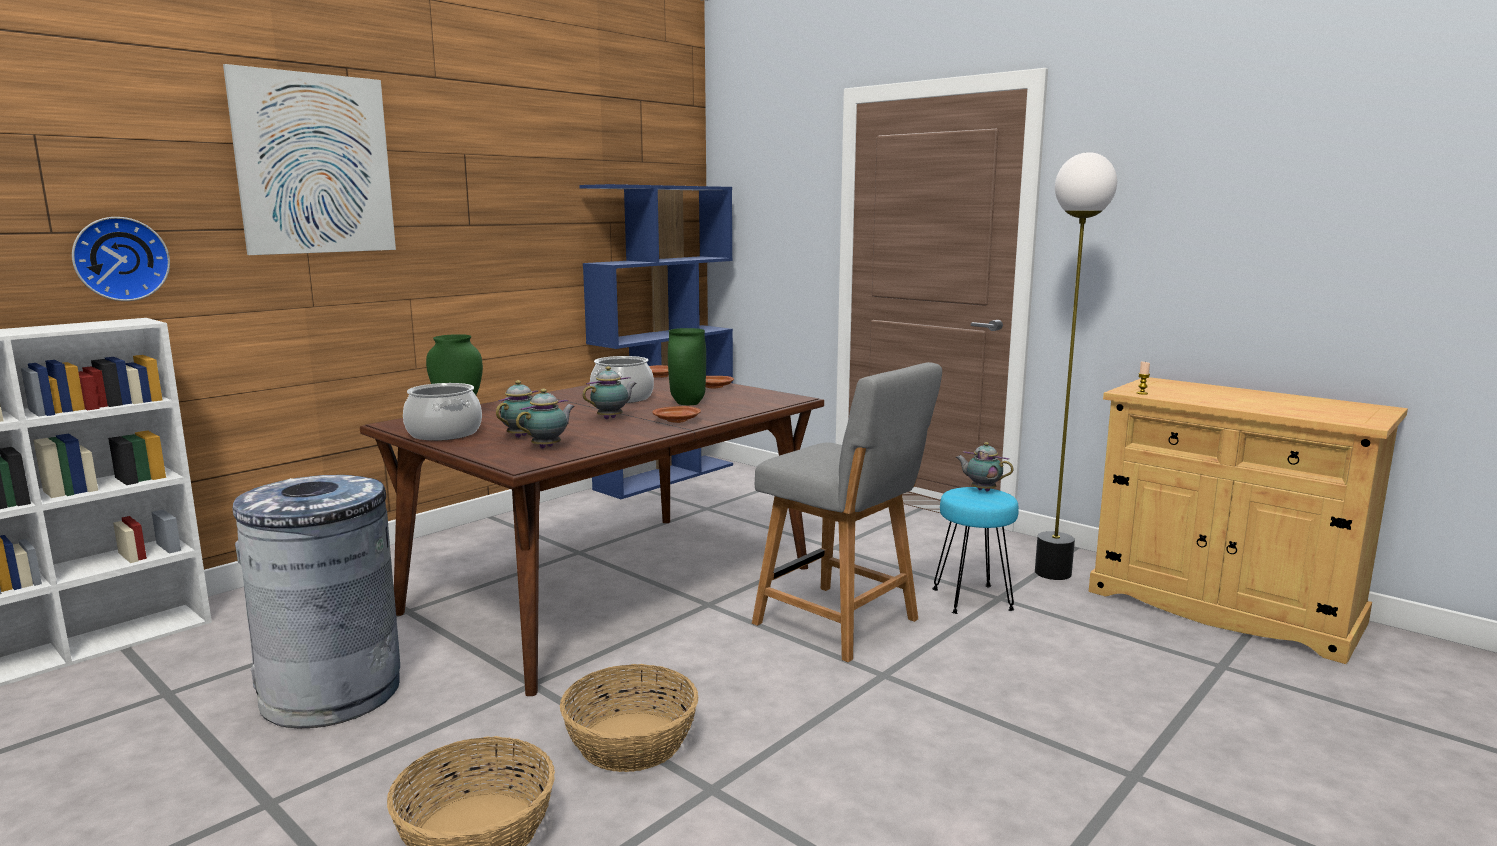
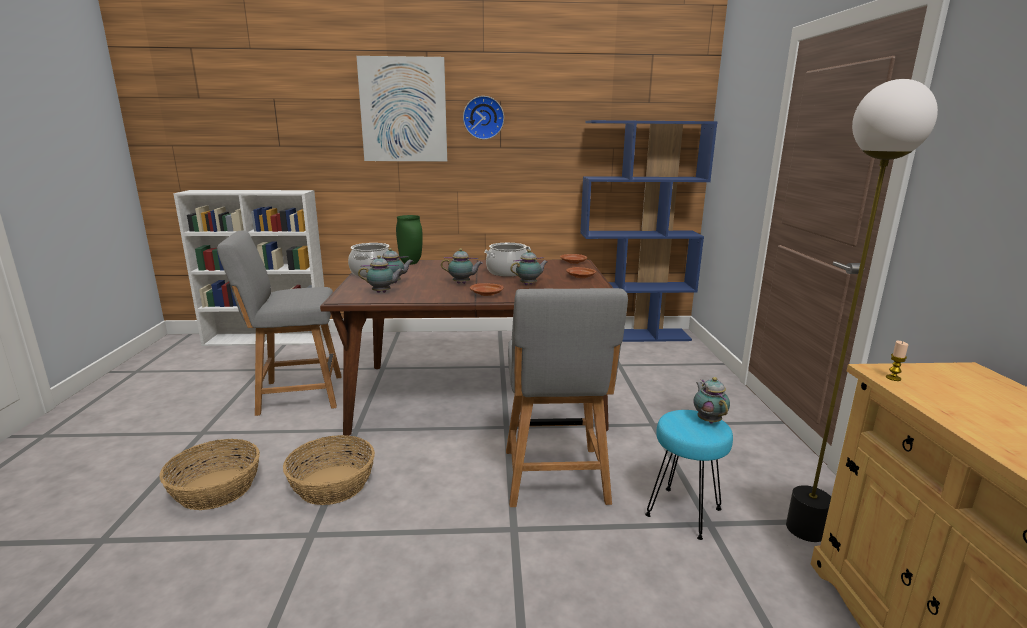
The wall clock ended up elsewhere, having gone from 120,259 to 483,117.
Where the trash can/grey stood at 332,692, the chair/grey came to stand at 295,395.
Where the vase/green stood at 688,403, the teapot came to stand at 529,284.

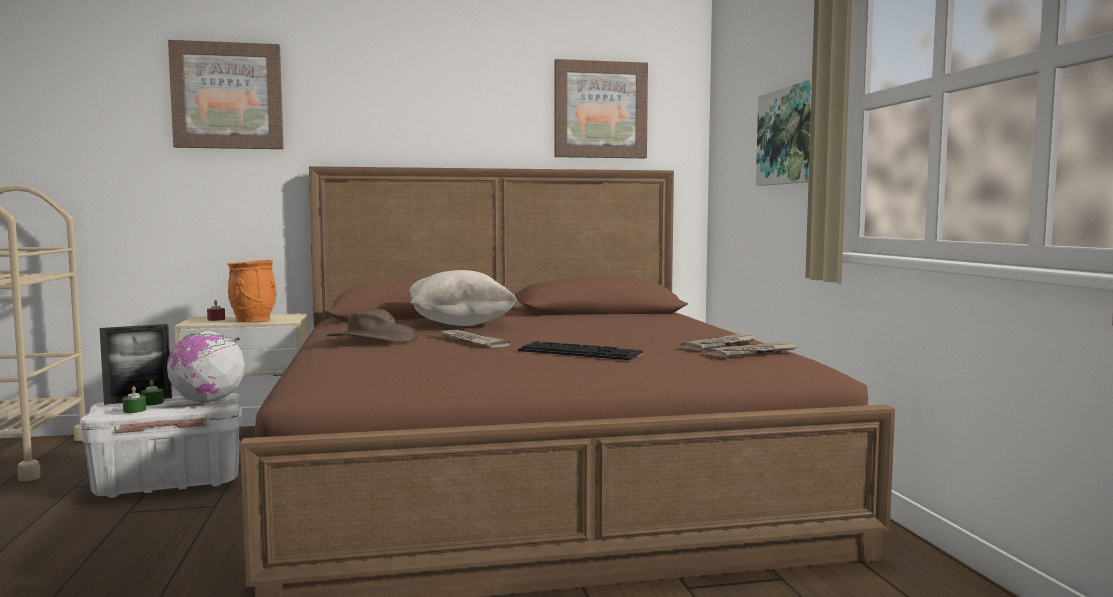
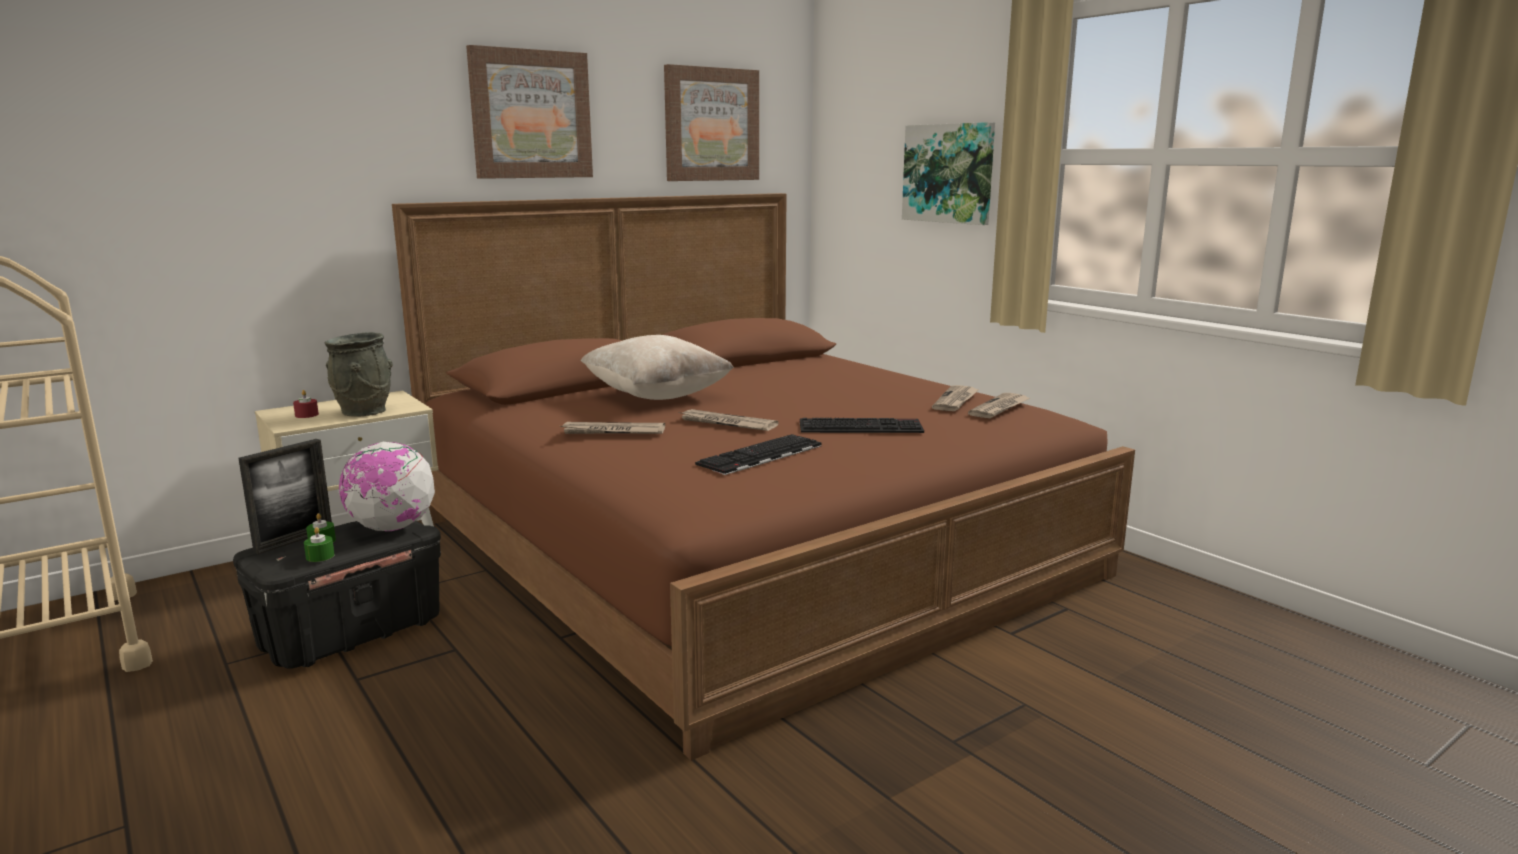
What was the storage box/white at 170,483 turned into the storage box/black at 352,633.
The picture ended up elsewhere, having gone from 228,96 to 531,114.
What was the vase/orange at 254,320 turned into the vase/grey at 364,411.
Where the hat/brown stood at 372,338, the newspaper came to stand at 613,432.
The second view gained the keyboard at 760,456.

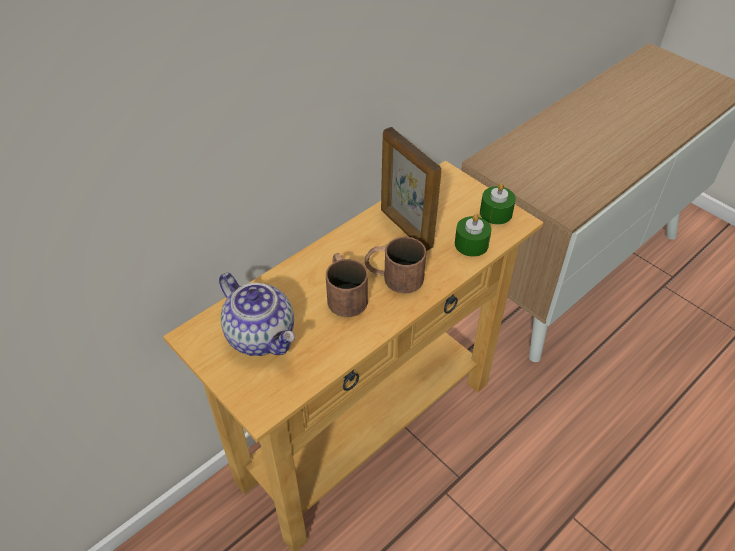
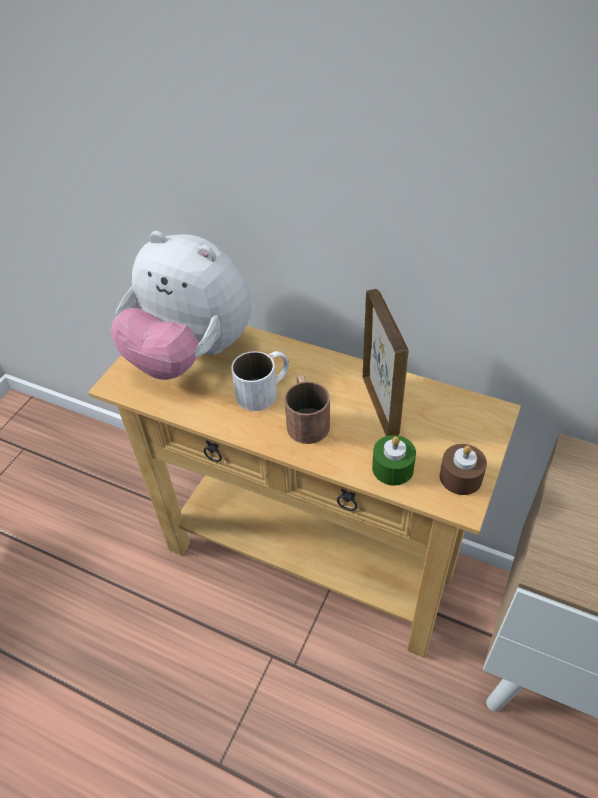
Where the teapot stood at 262,336, the plush toy came to stand at 191,355.
What was the mug/brown at 344,293 turned into the mug/white at 265,390.
The picture frame at 405,228 ended up facing another way, 135 degrees clockwise from before.
What was the candle/green at 496,213 turned into the candle/brown at 460,477.

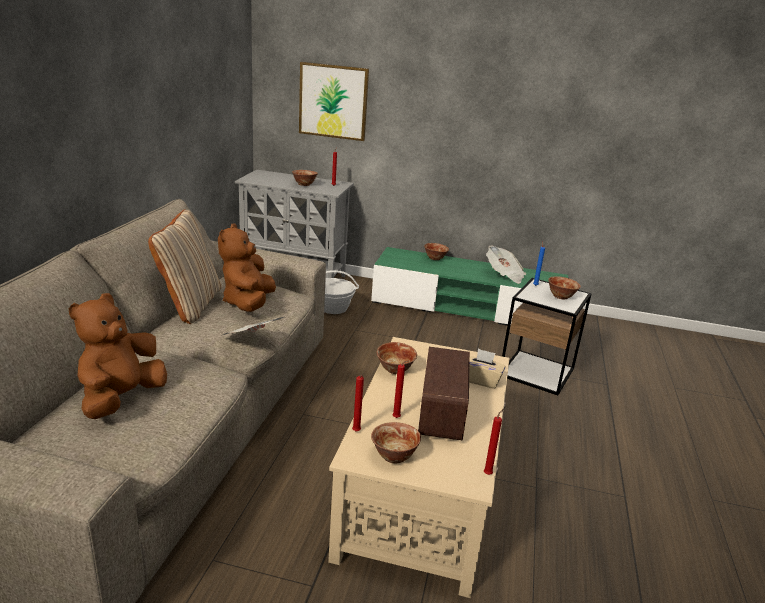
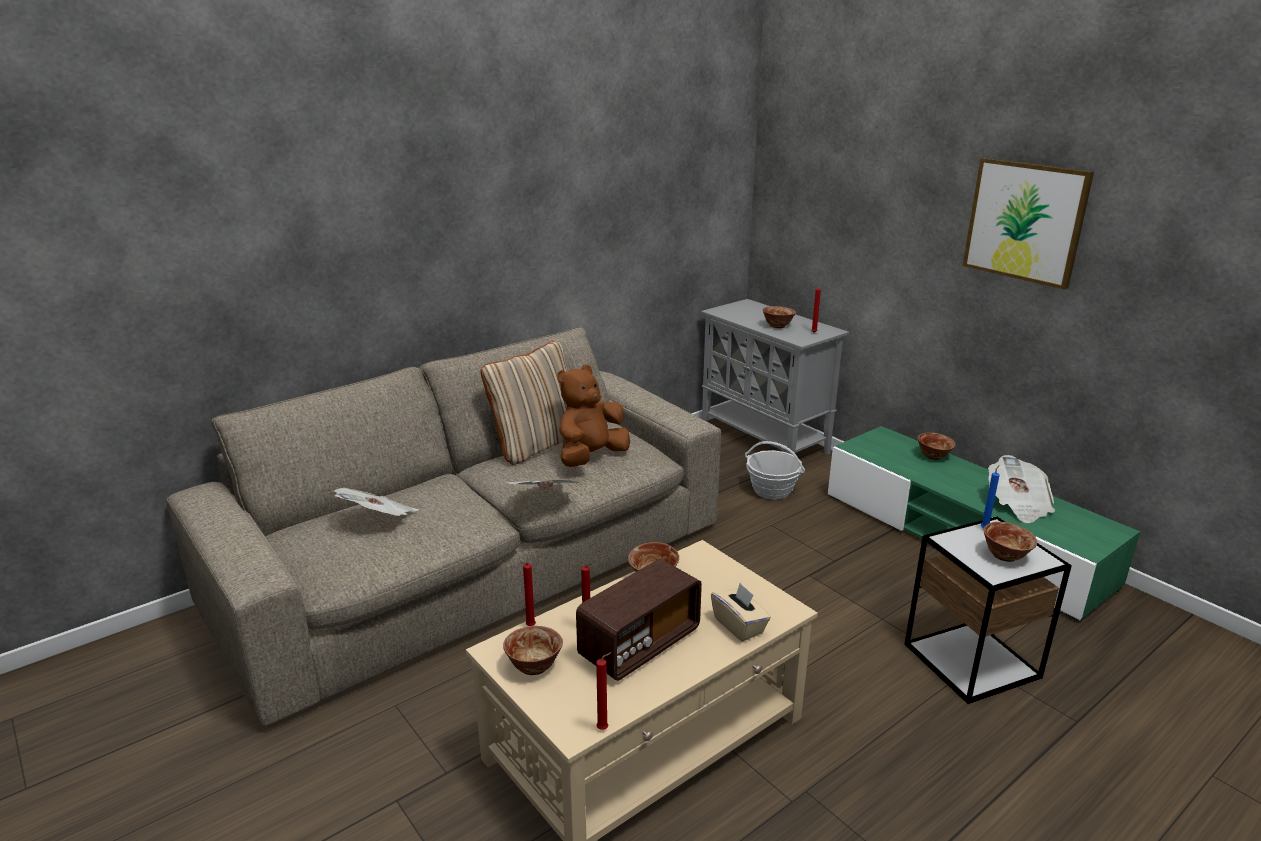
Where the plush toy/brown stood at 121,399, the newspaper came to stand at 379,520.
The picture ended up elsewhere, having gone from 333,101 to 1025,221.

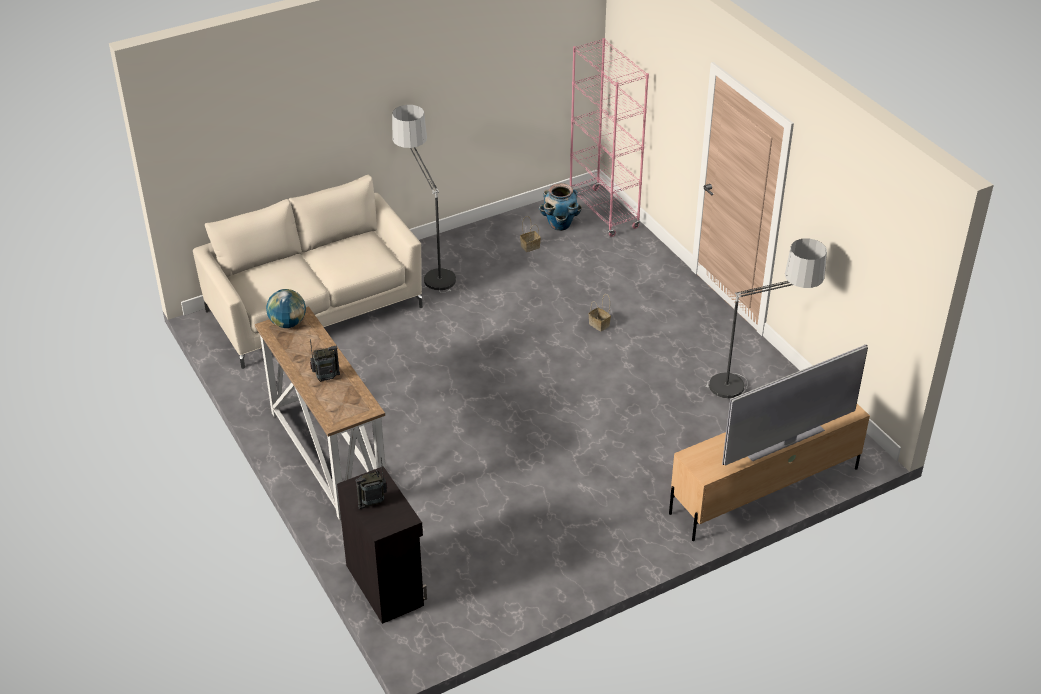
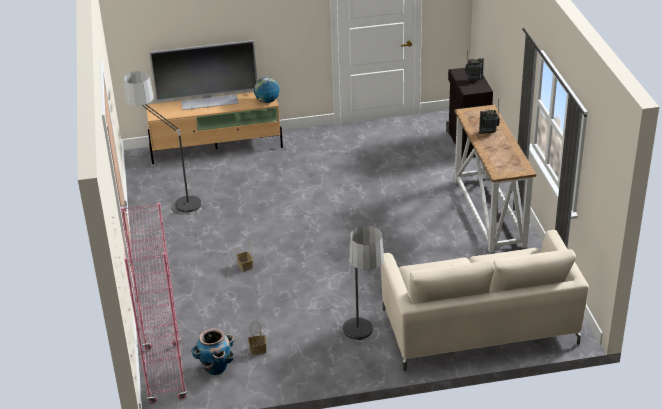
The globe ended up elsewhere, having gone from 288,323 to 267,101.

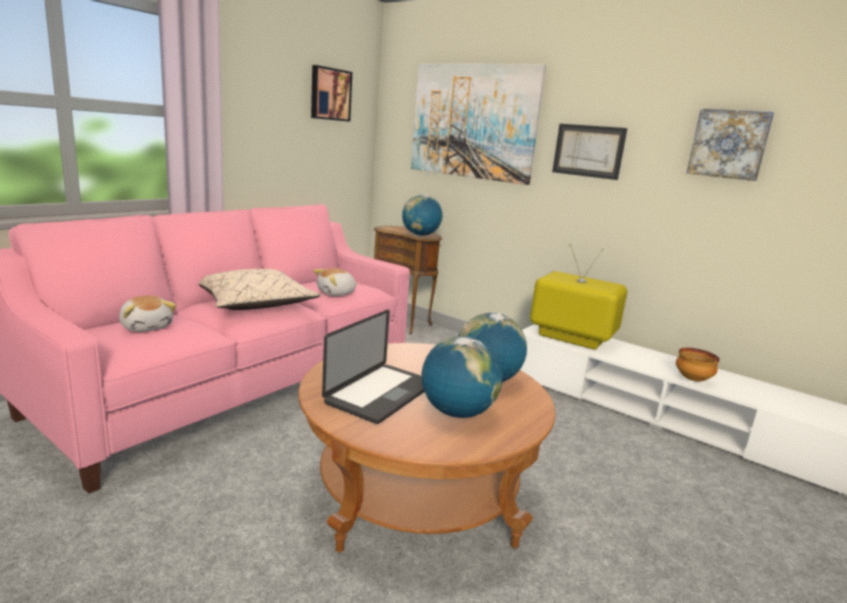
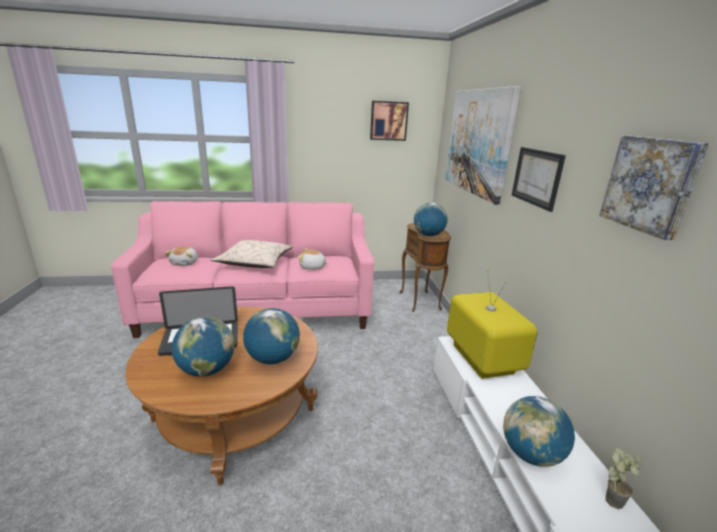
Where the bowl stood at 692,380, the globe came to stand at 531,454.
The second view gained the potted plant at 613,498.

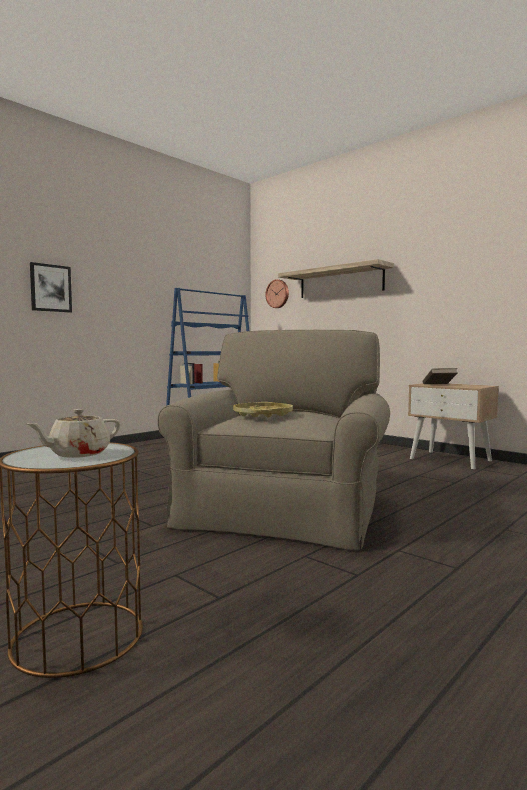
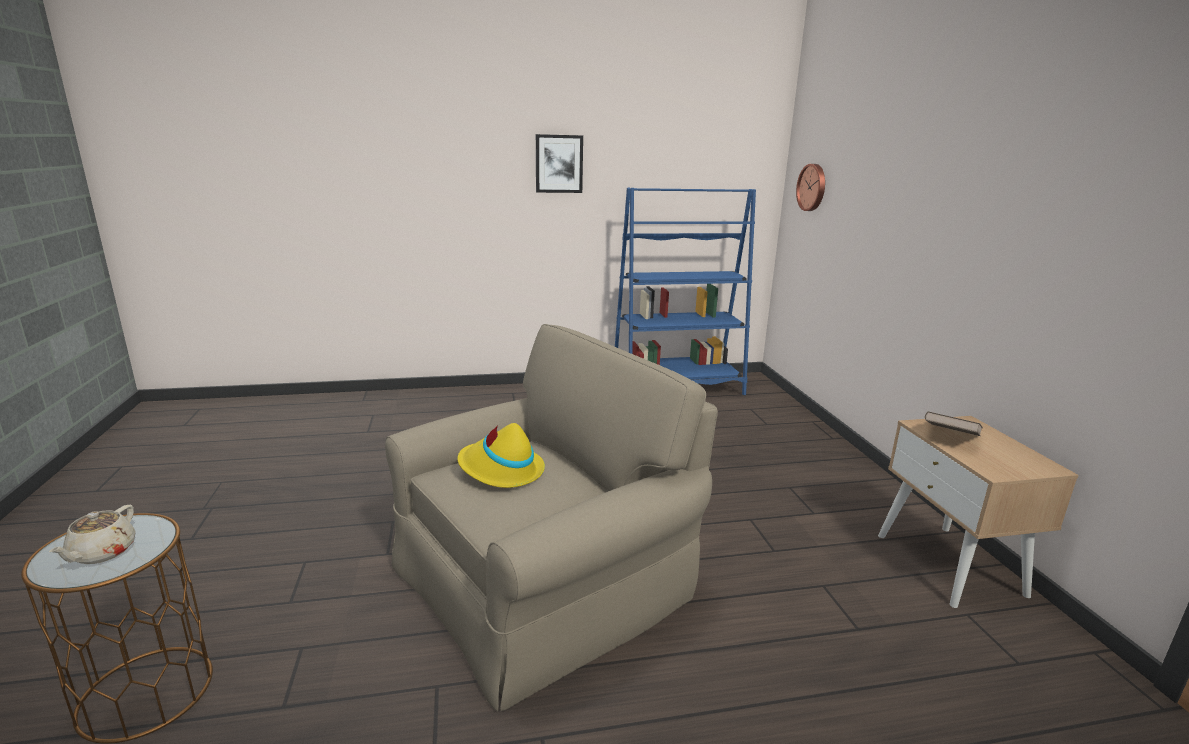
The teapot/beige at 78,454 ended up facing another way, 75 degrees counterclockwise from before.
The picture ended up elsewhere, having gone from 50,288 to 559,164.
Where the tray/yellow stood at 263,414, the hat/yellow came to stand at 500,470.
The second view lost the shelf at 340,282.

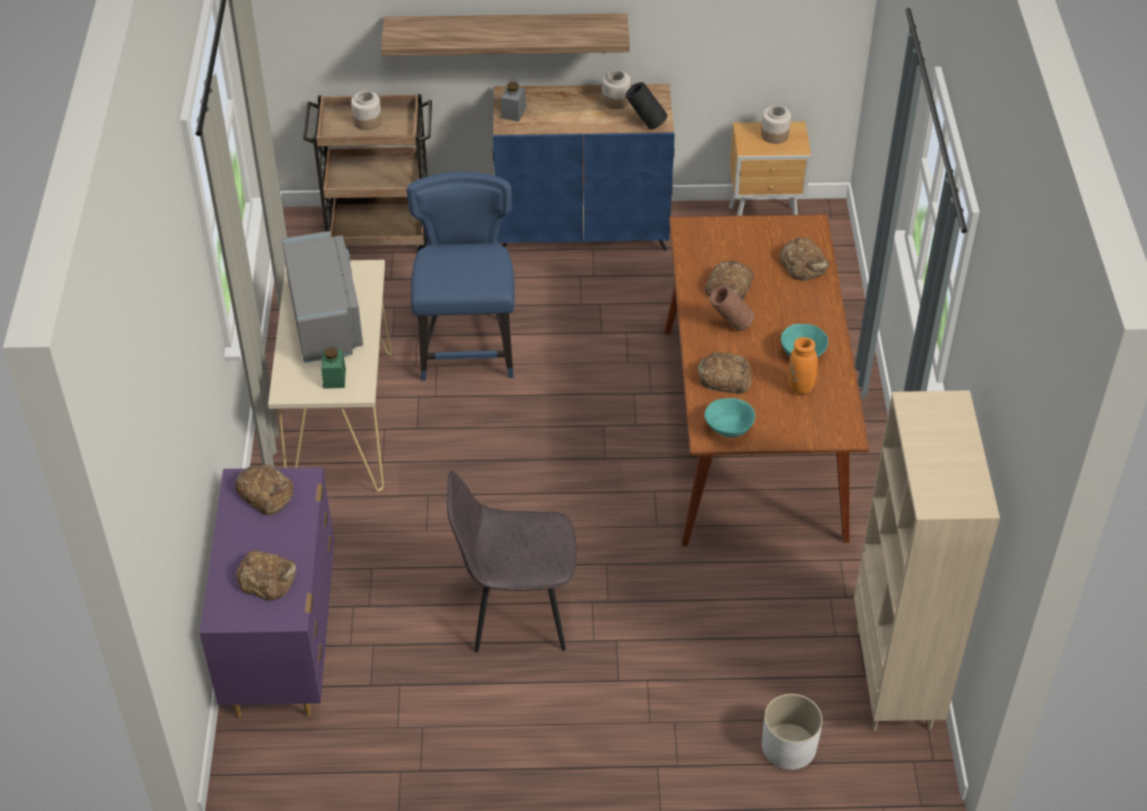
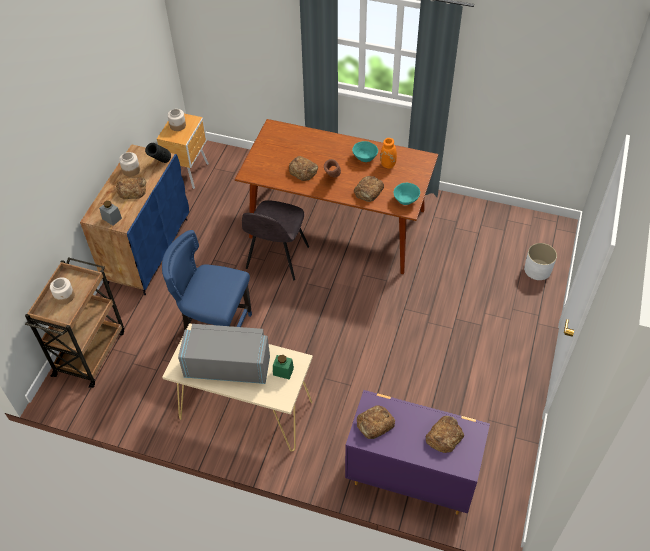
The second view lost the shelf at 506,33.
The chair/grey ended up elsewhere, having gone from 516,610 to 277,259.
The bread ended up elsewhere, having gone from 804,264 to 132,190.
The second view lost the bookcase/beige at 895,679.

